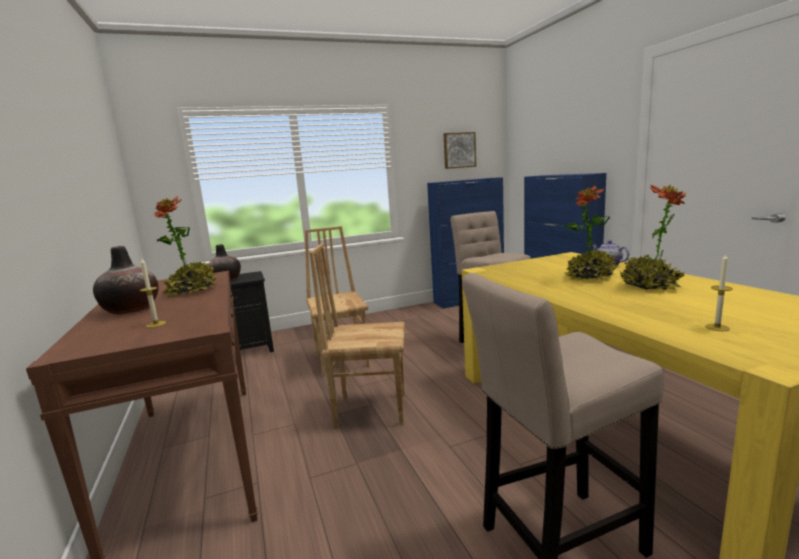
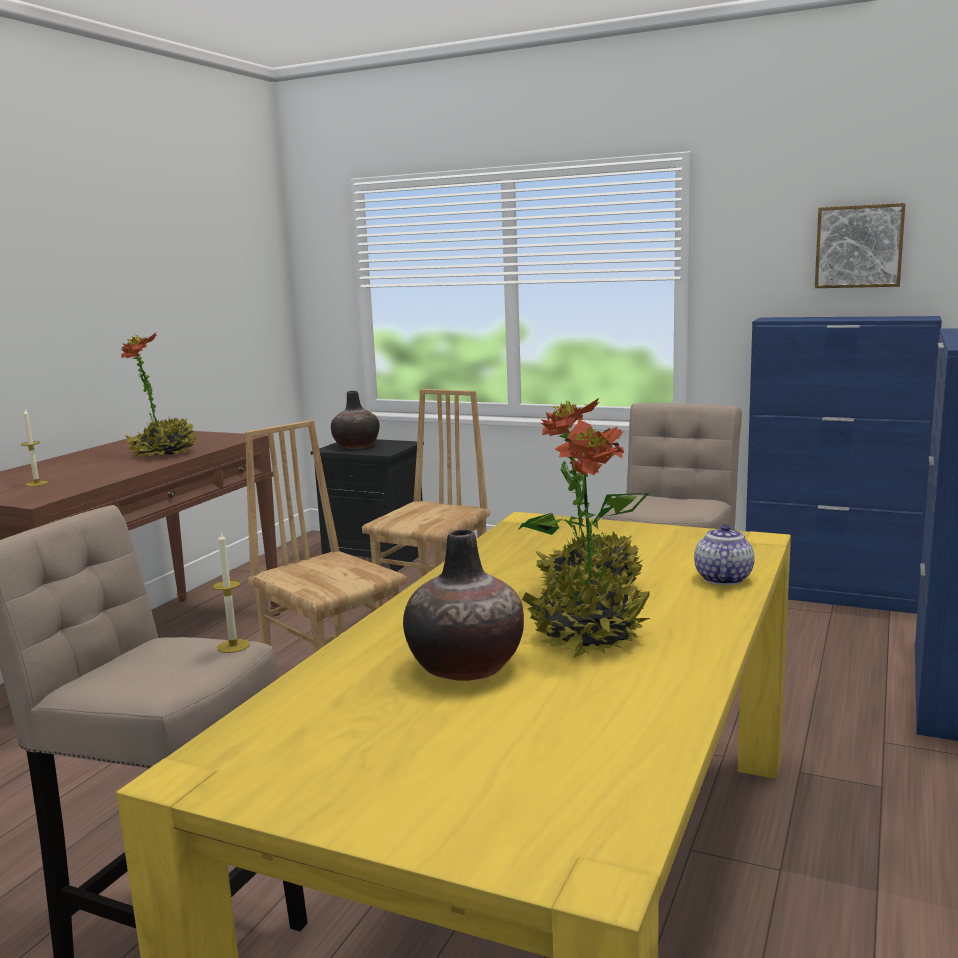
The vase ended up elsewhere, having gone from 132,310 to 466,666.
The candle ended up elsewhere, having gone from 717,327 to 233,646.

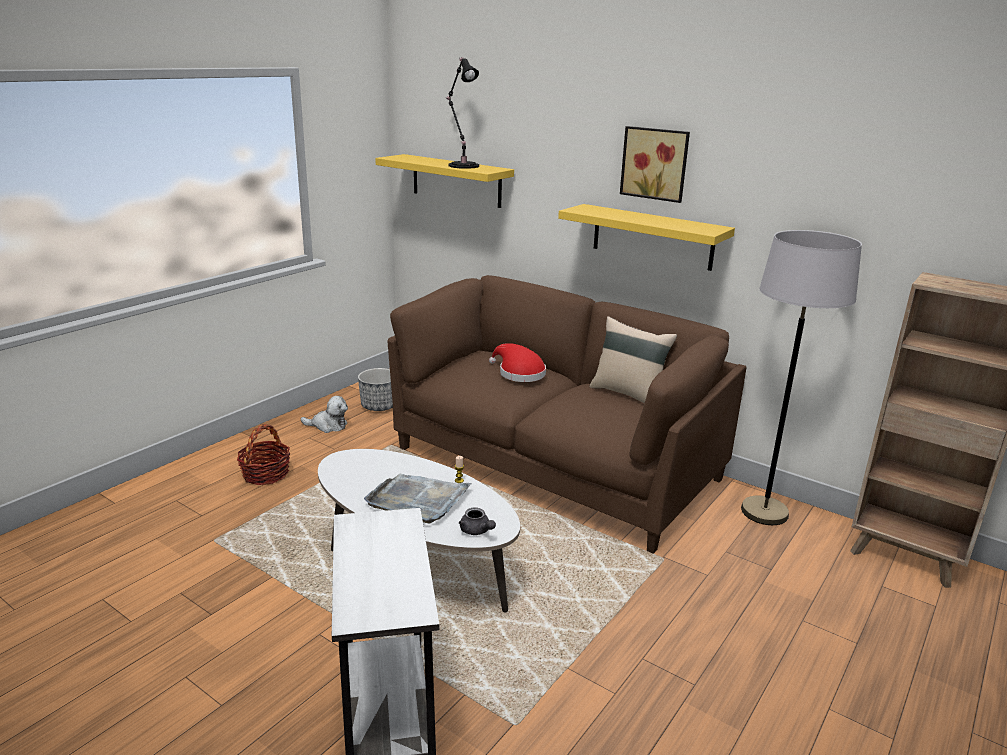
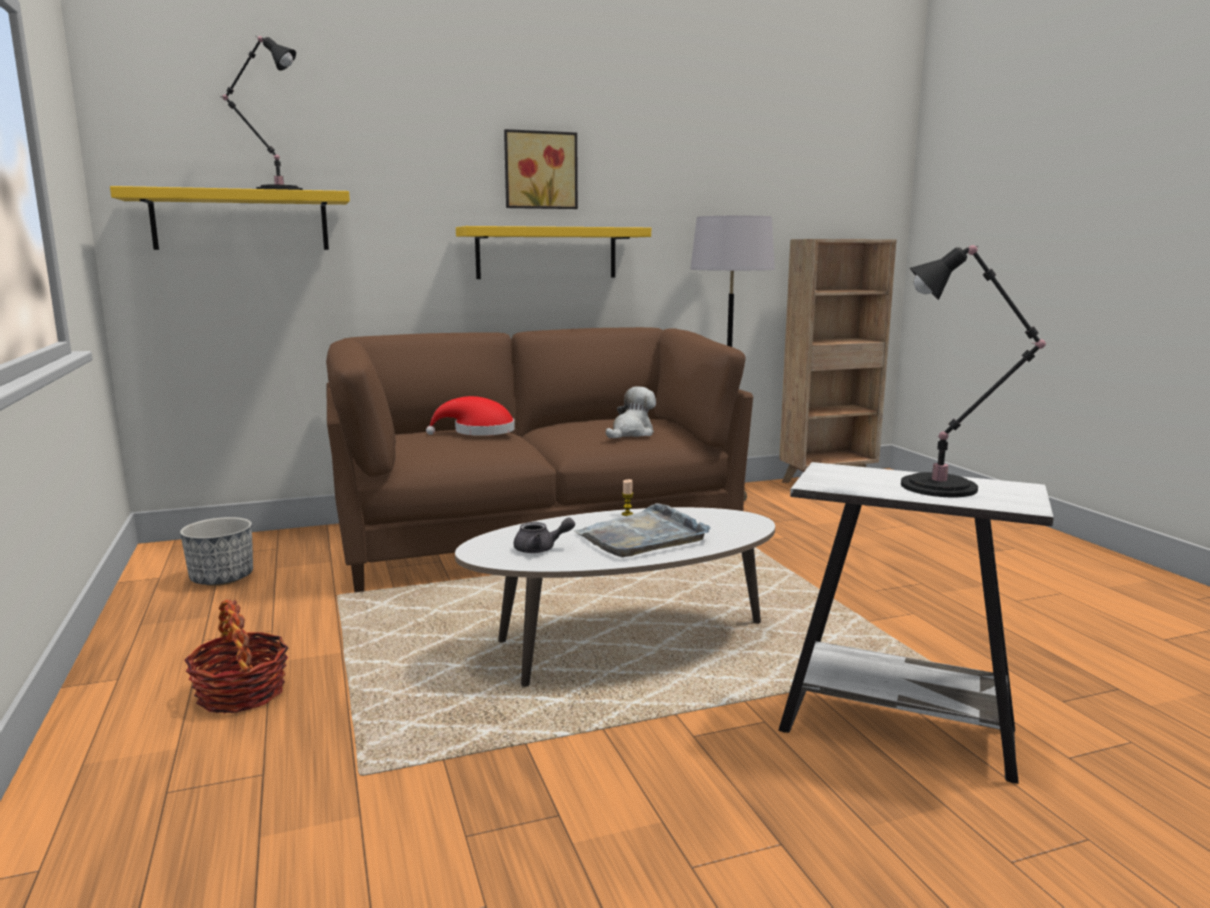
The plush toy ended up elsewhere, having gone from 328,426 to 631,433.
The teapot/grey ended up elsewhere, having gone from 477,531 to 540,549.
The second view lost the pillow/beige at 628,393.
The second view gained the table lamp/black at 945,487.

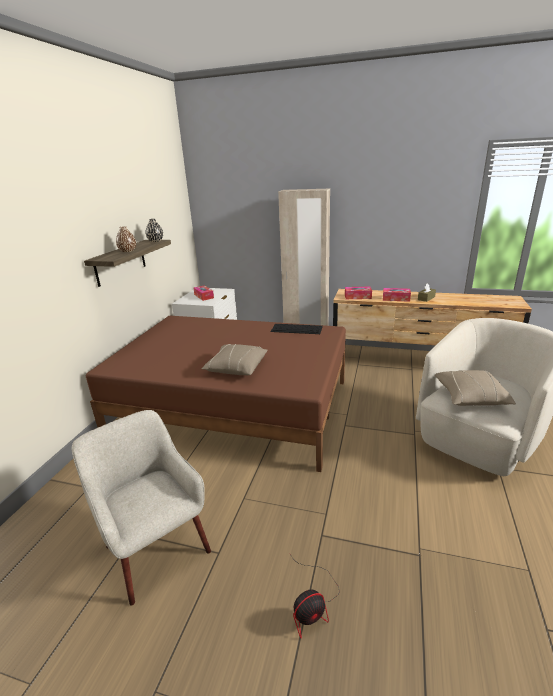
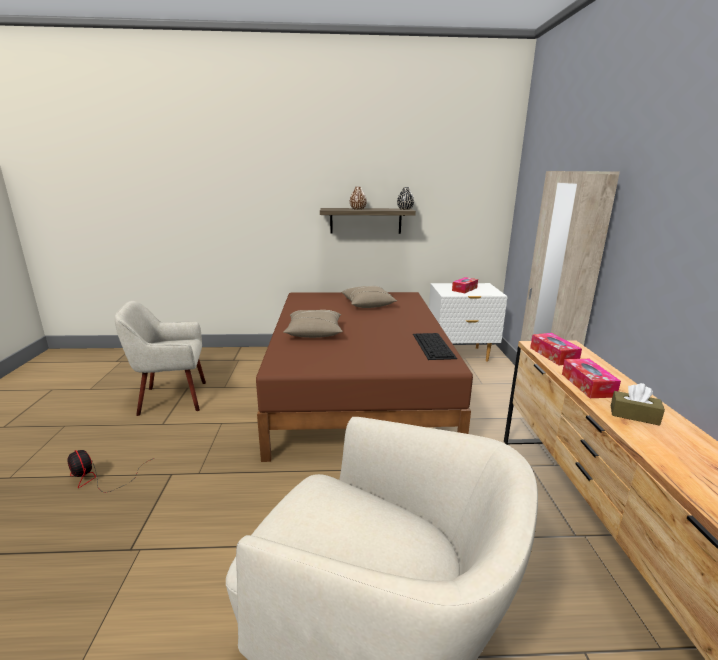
The armchair/beige at 156,548 ended up facing another way, 135 degrees counterclockwise from before.
The pillow/beige ended up elsewhere, having gone from 470,397 to 367,304.

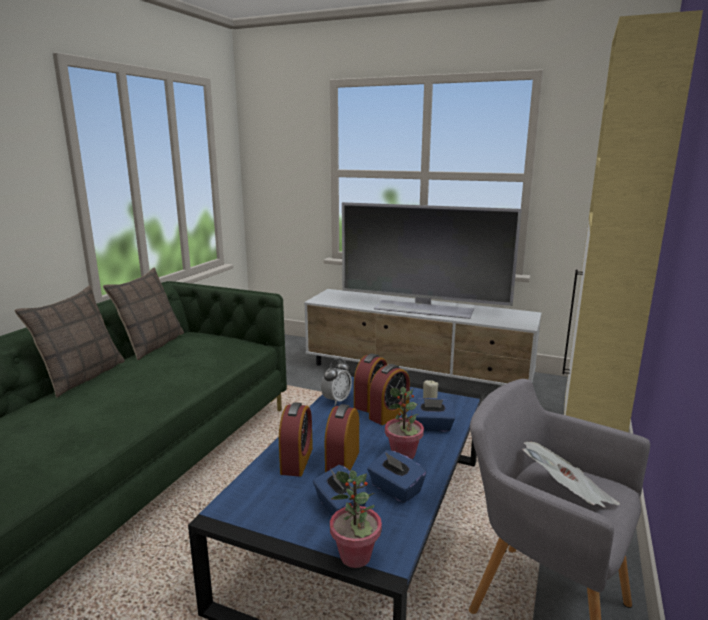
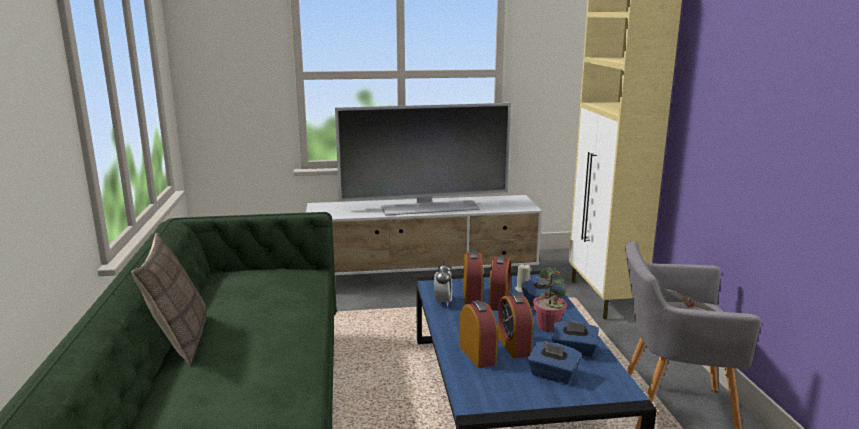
The second view lost the pillow at 151,345.
The second view lost the potted plant at 355,556.

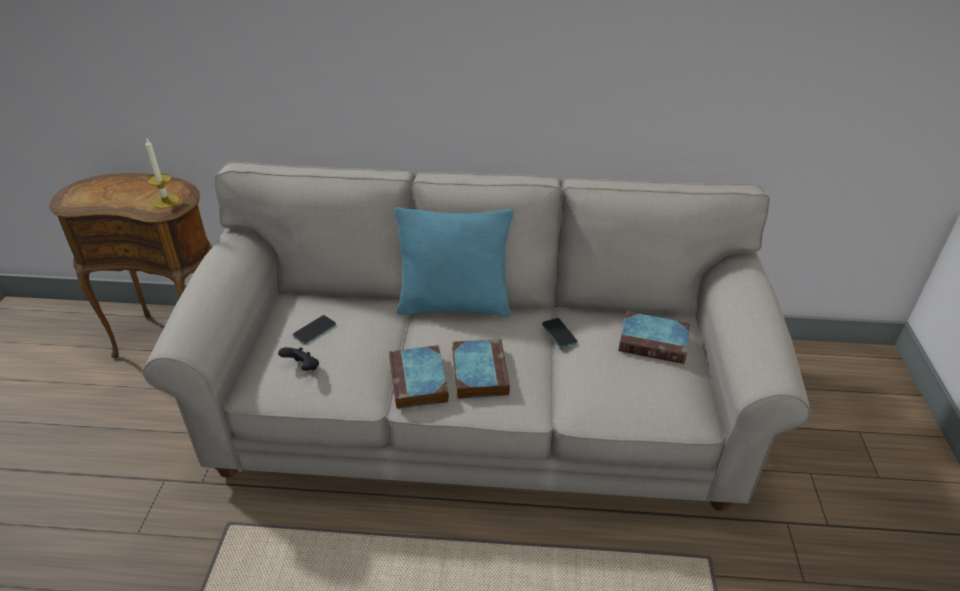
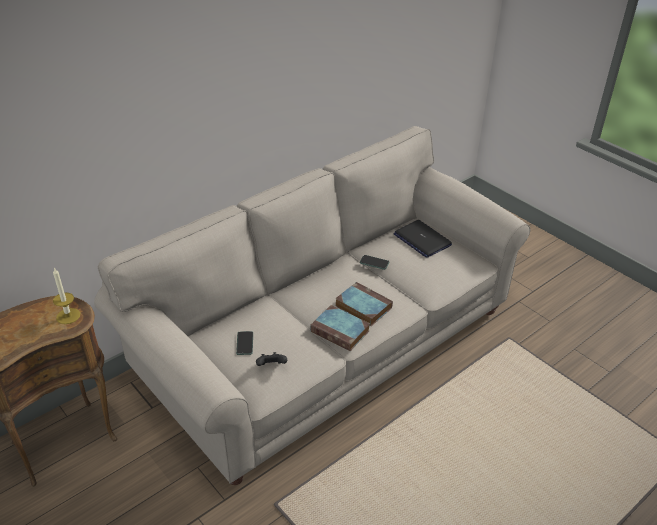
The second view lost the pillow/turquoise at 454,306.
Where the book stood at 655,342, the laptop came to stand at 422,239.

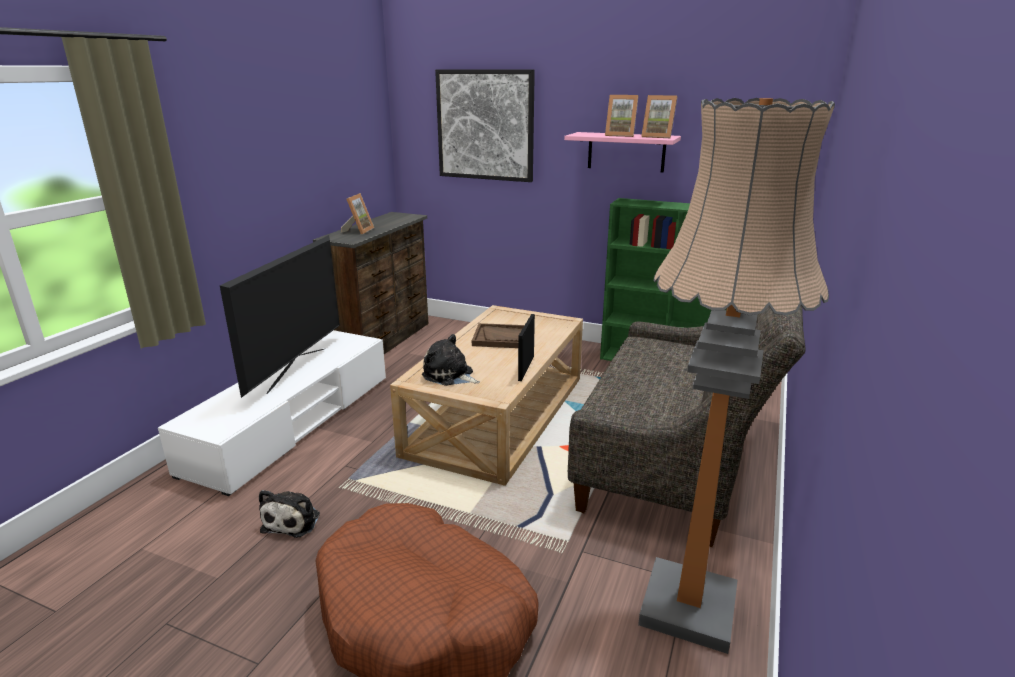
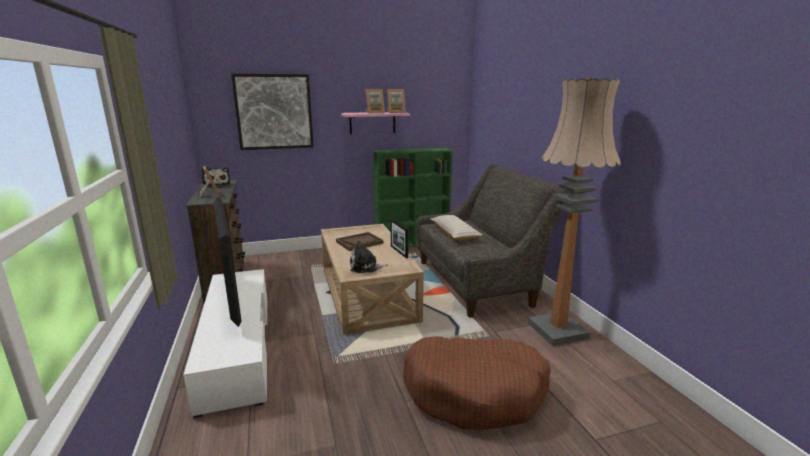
The plush toy ended up elsewhere, having gone from 293,520 to 216,184.
The second view gained the pillow/beige at 454,233.

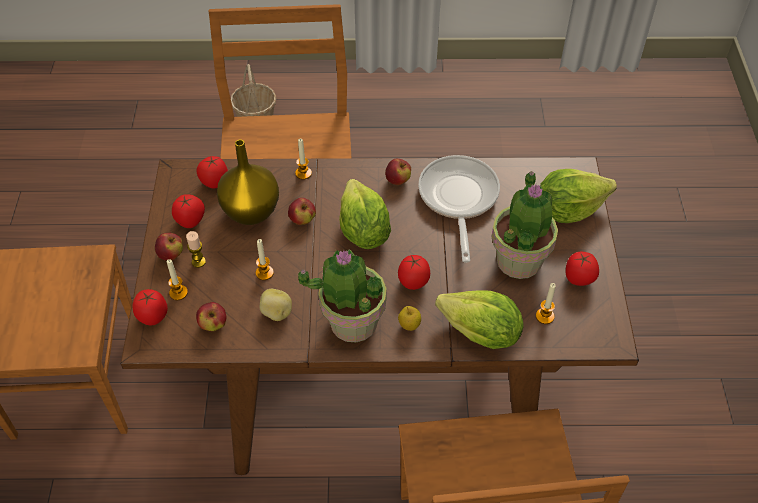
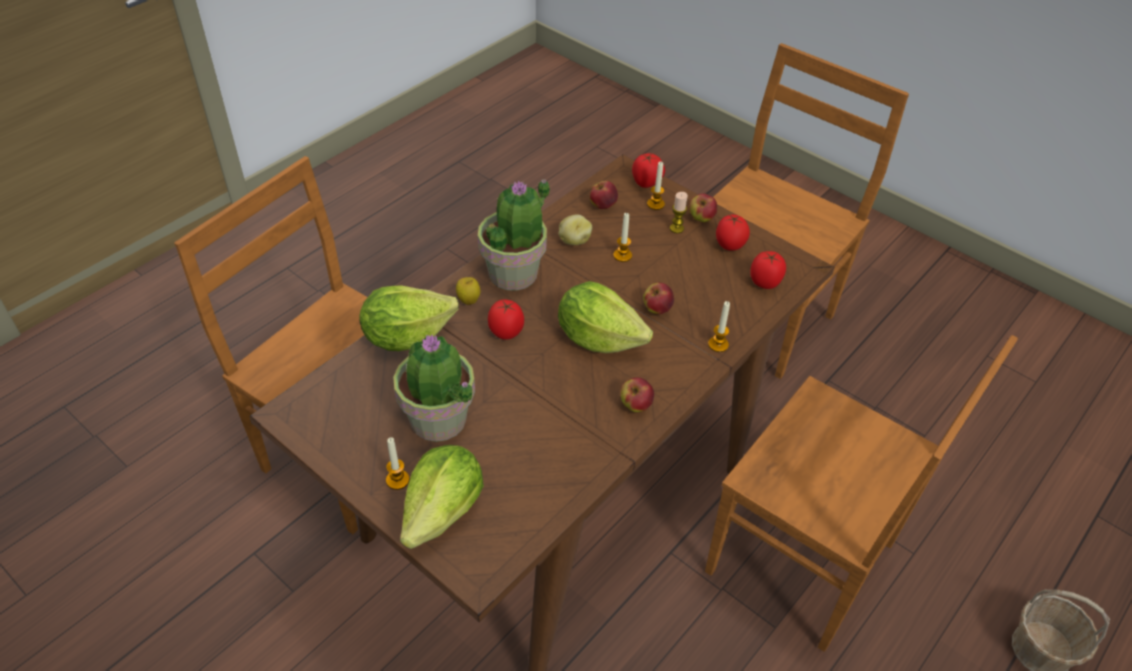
The second view lost the vase/yellow at 251,213.
The second view lost the frying pan at 458,199.
The candle ended up elsewhere, having gone from 544,316 to 397,480.
The second view lost the tomato at 579,279.

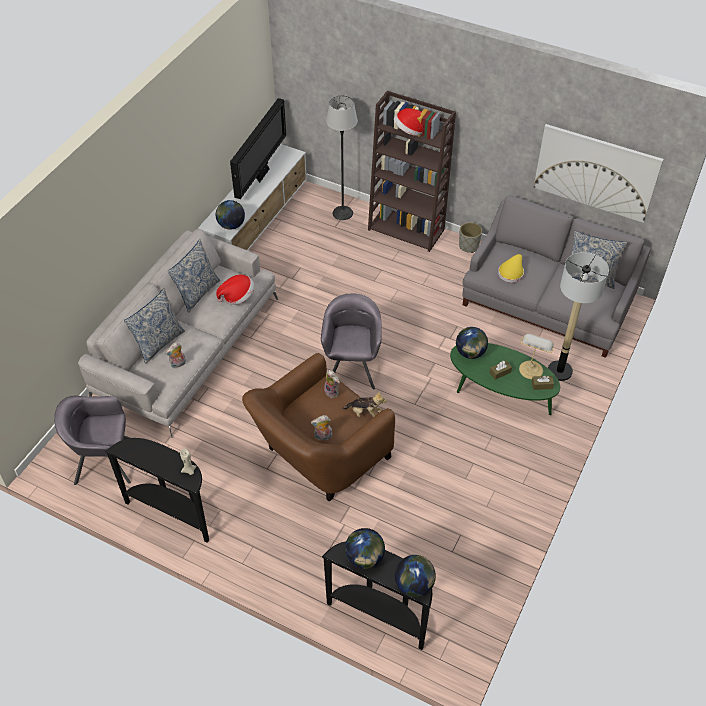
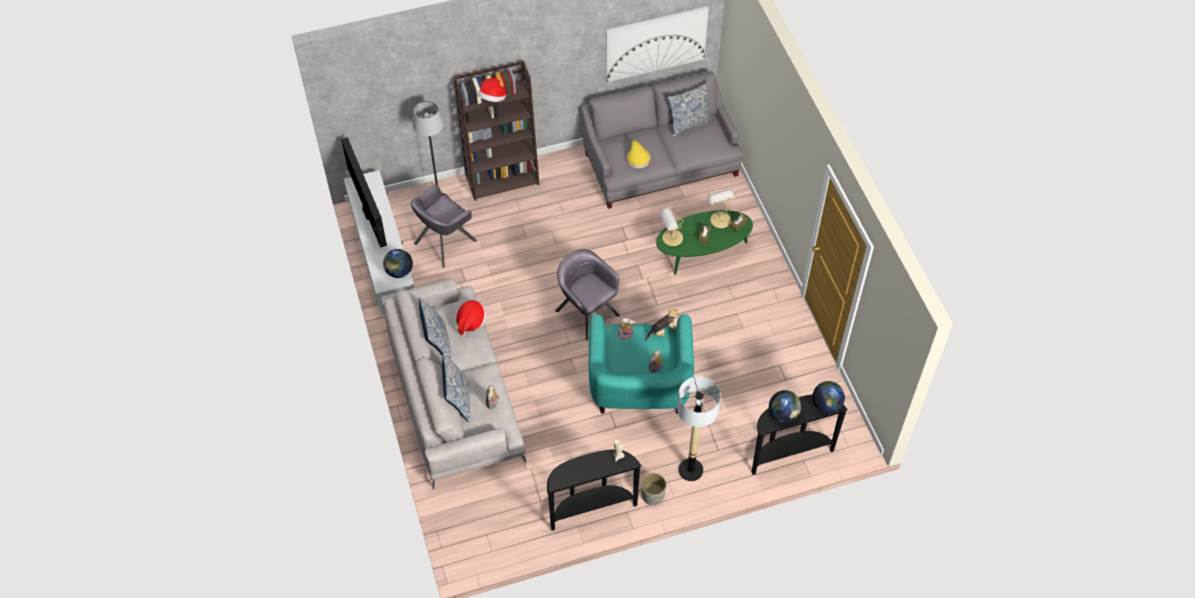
The armchair/grey ended up elsewhere, having gone from 104,461 to 444,242.
What was the armchair/brown at 319,456 turned into the armchair/turquoise at 639,390.
Where the globe stood at 470,353, the table lamp came to stand at 671,238.
The planter/grey ended up elsewhere, having gone from 469,246 to 653,495.
The floor lamp ended up elsewhere, having gone from 559,371 to 690,470.

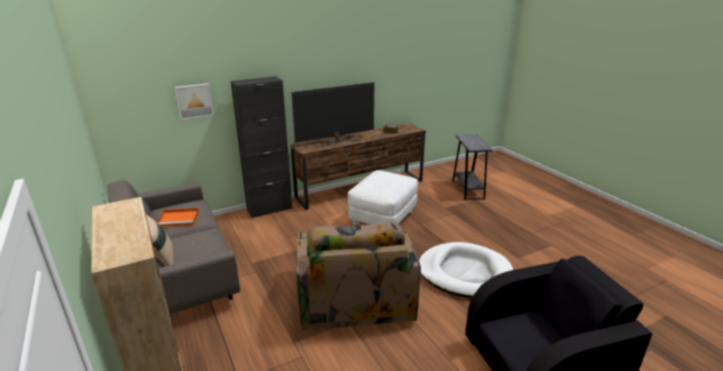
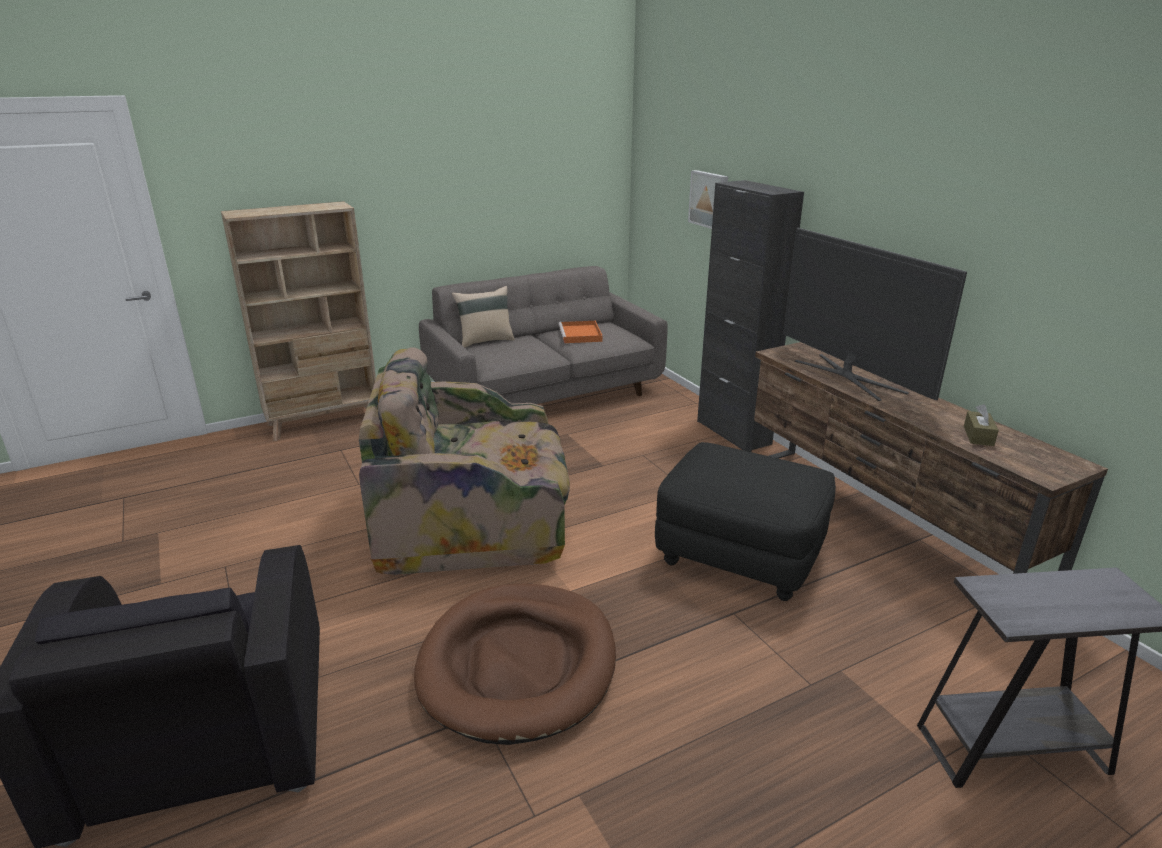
What was the ottoman/white at 383,218 turned into the ottoman/black at 740,556.
What was the dog bed/white at 464,273 turned into the dog bed/brown at 518,664.

